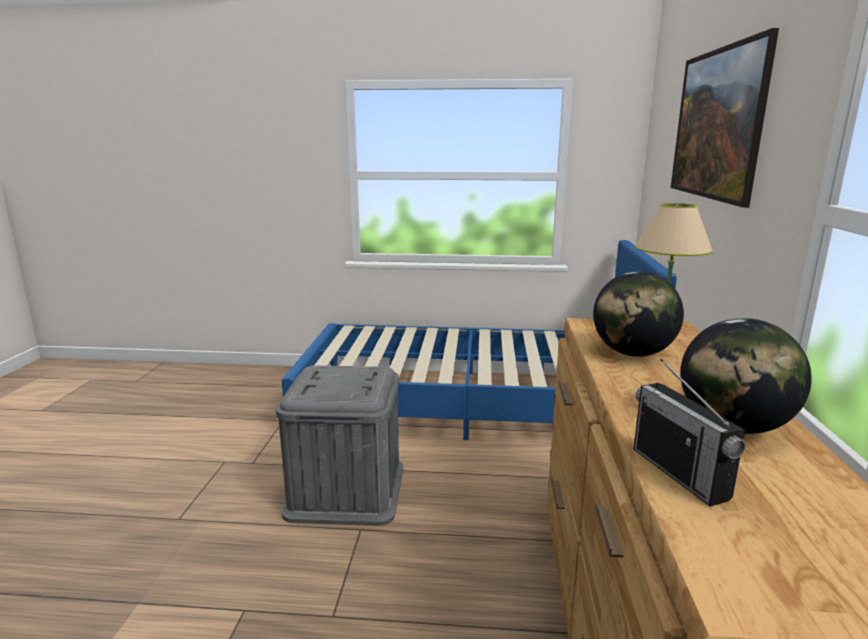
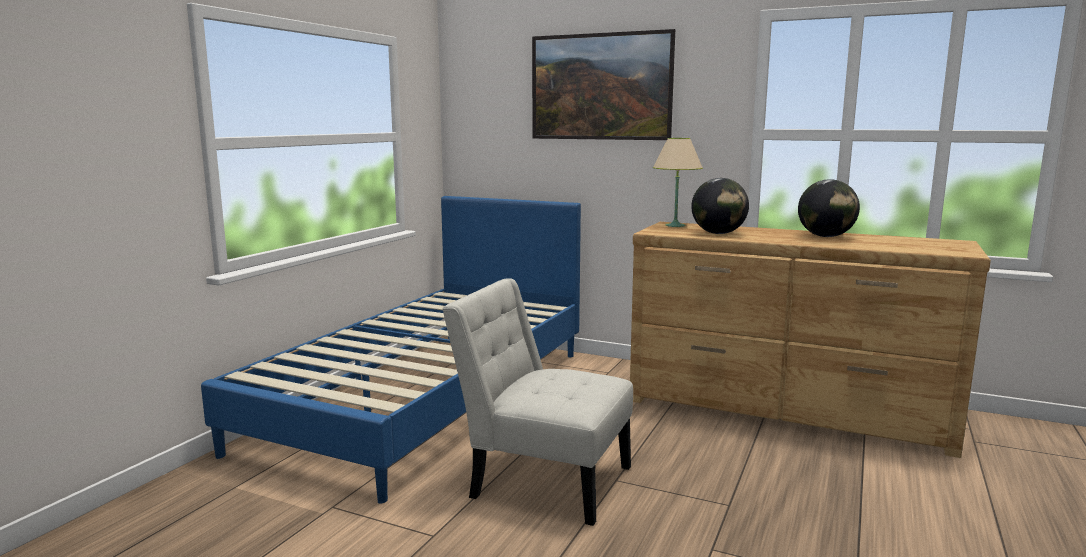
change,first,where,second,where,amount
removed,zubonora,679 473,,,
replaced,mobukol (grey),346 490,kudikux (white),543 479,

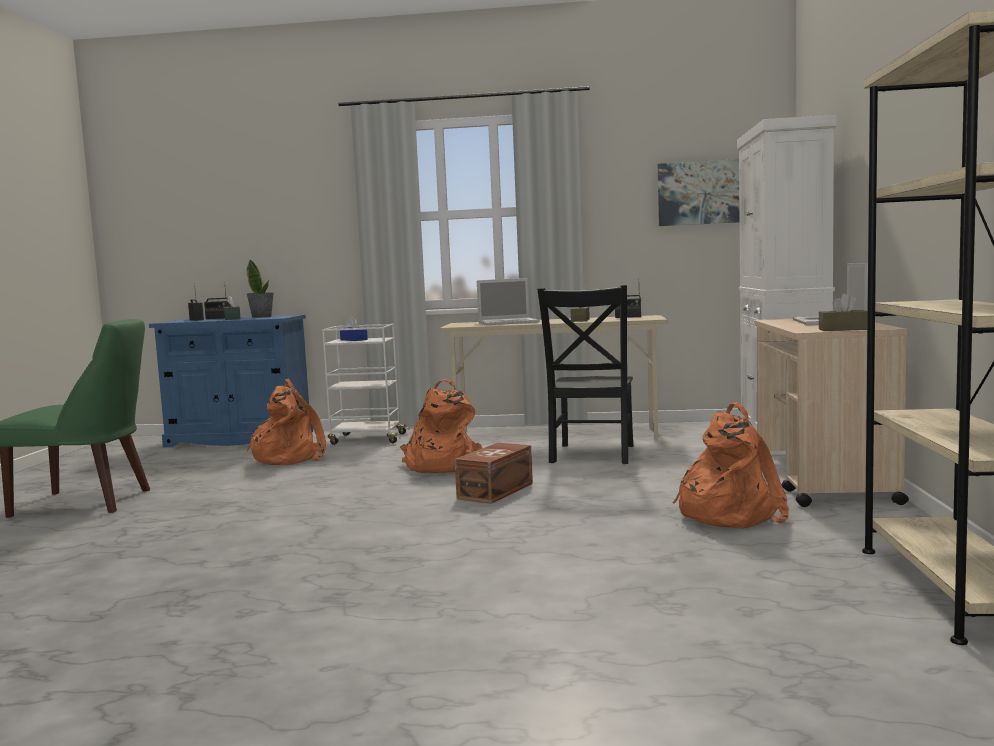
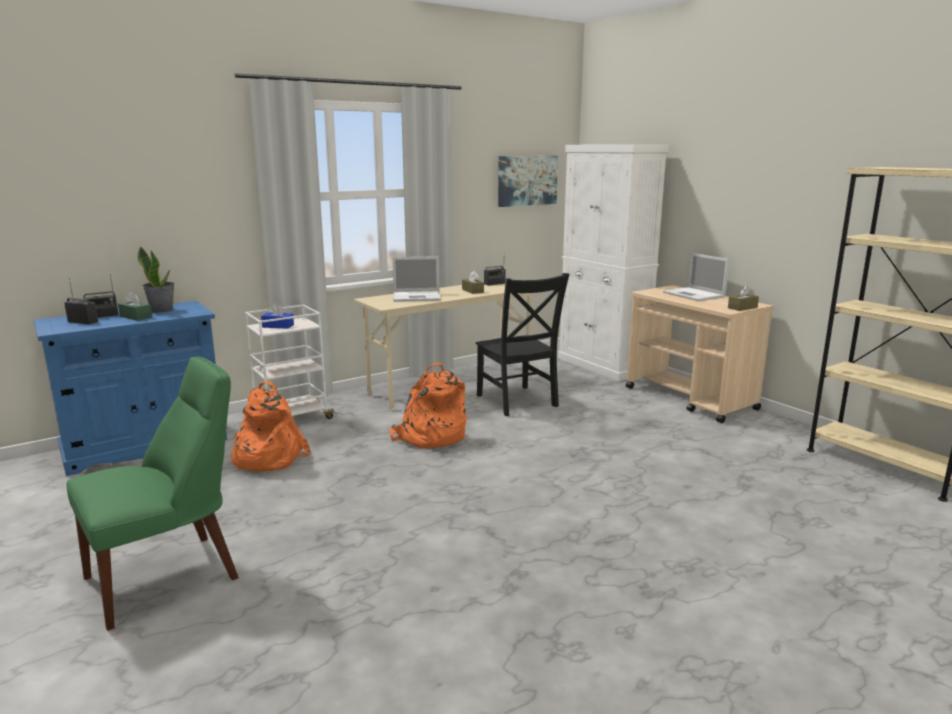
change,first,where,second,where,amount
removed,mobukol (brown),497 491,,,
removed,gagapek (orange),728 514,,,
turned,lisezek,509 322,,418 297,45 degrees clockwise

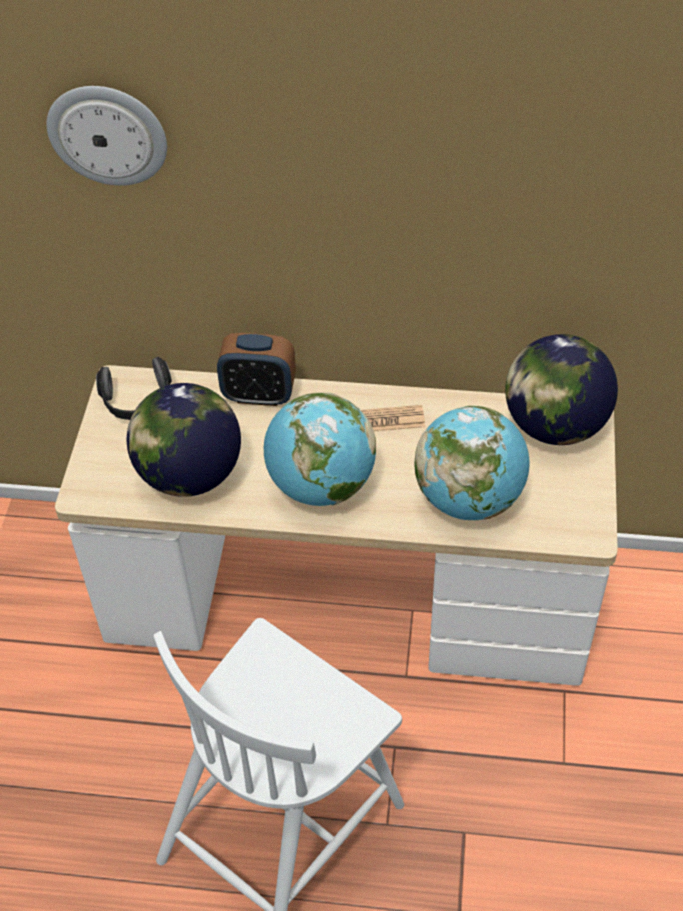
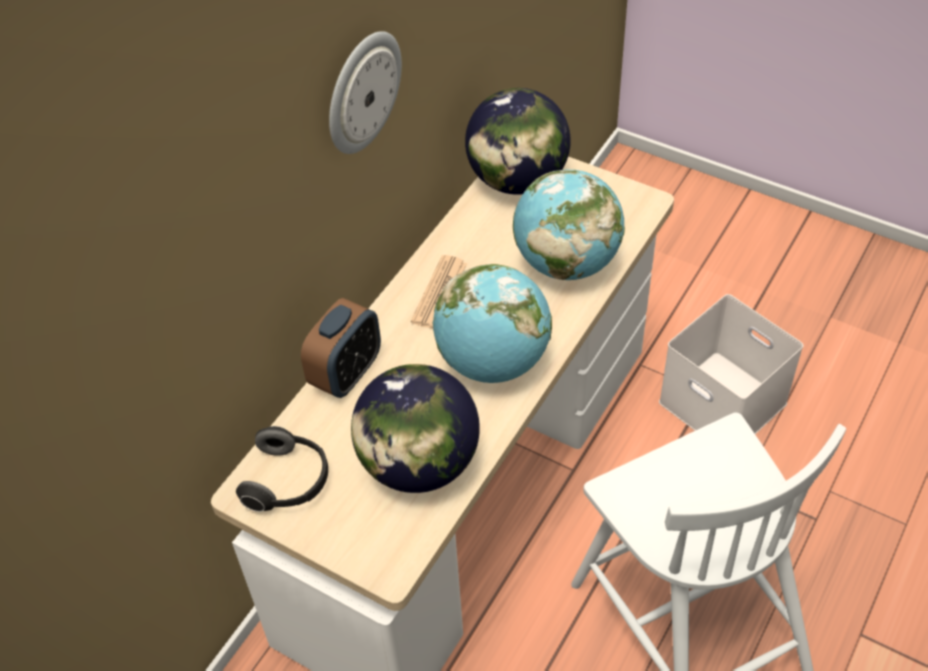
change,first,where,second,where,amount
added,,,mobukol (white),725 402,
moved,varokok,108 134,,362 92,

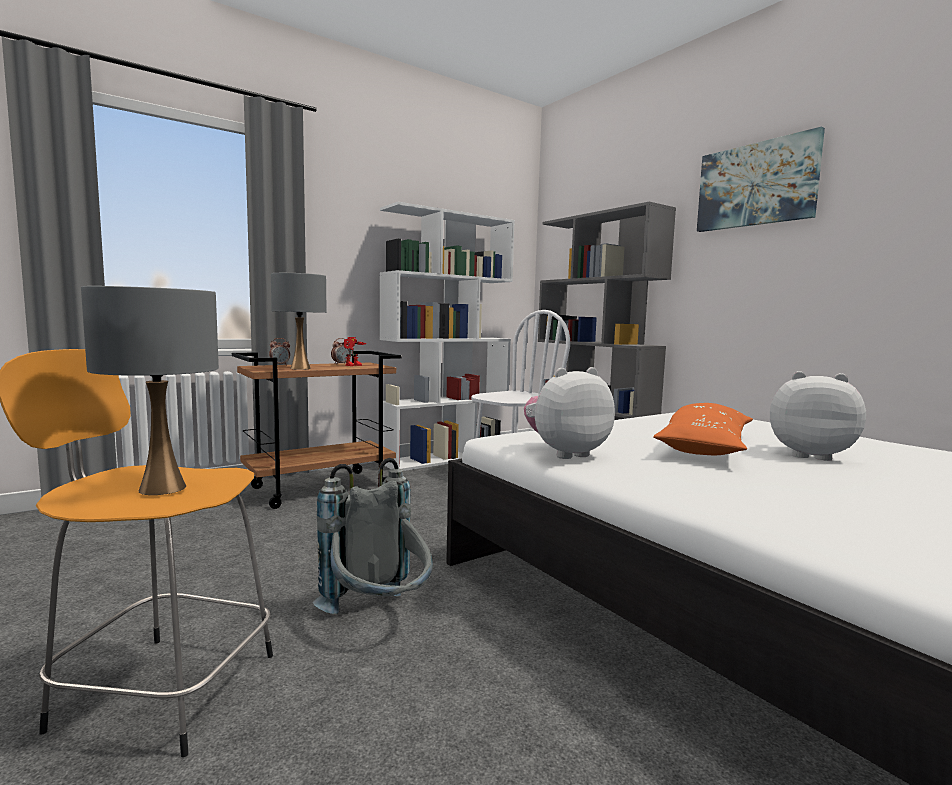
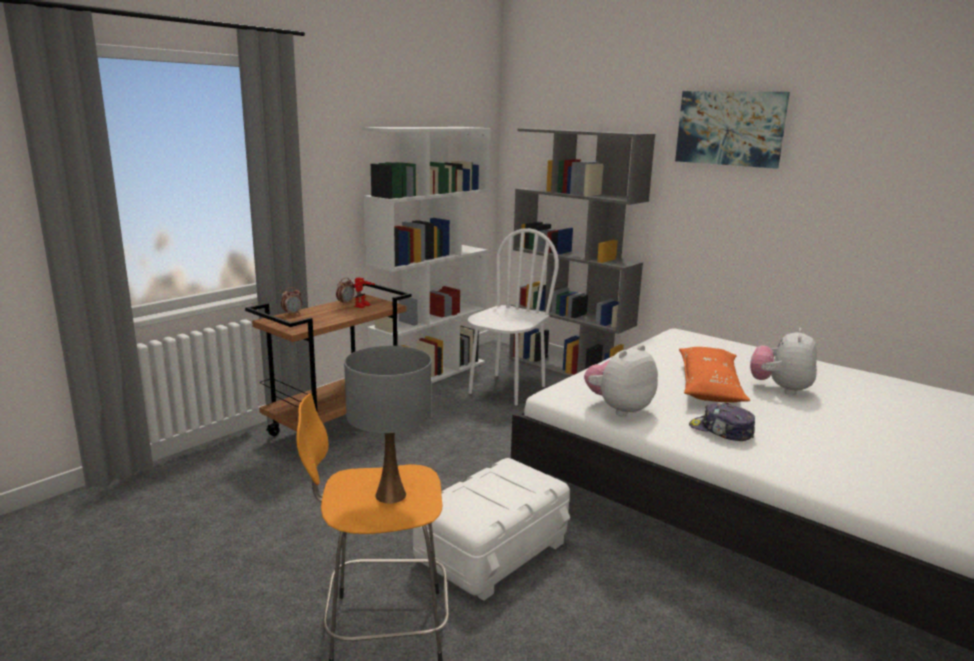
change,first,where,second,where,amount
removed,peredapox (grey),300 368,,,
added,,,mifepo,721 431,
replaced,gagapek (grey),379 617,mobukol (white),491 550,
turned,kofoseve,809 455,,780 389,75 degrees counterclockwise

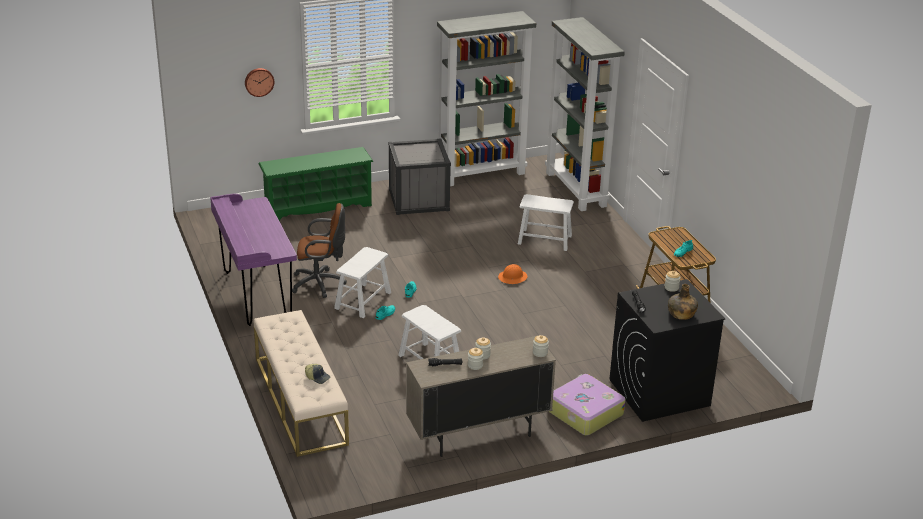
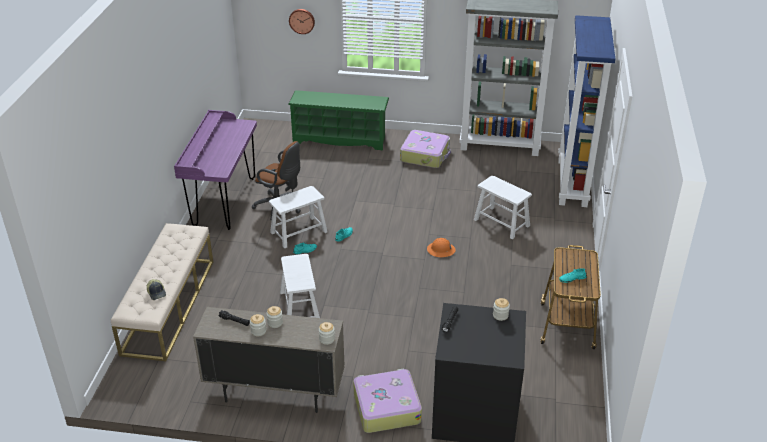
change,first,where,second,where,amount
removed,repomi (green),681 314,,,
replaced,mobukol (grey),418 199,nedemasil,425 155,
recoloured,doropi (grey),576 189,doropi (blue),573 183,

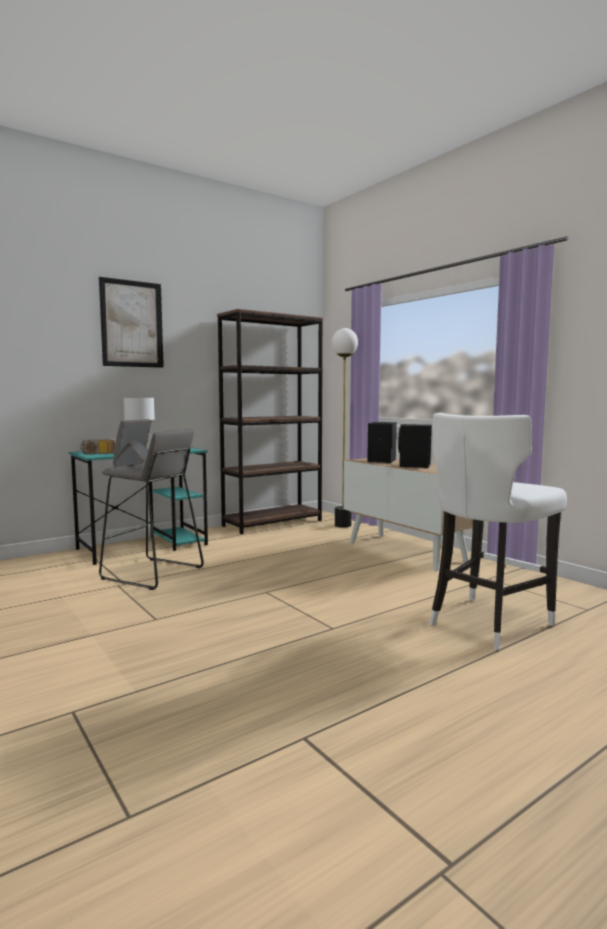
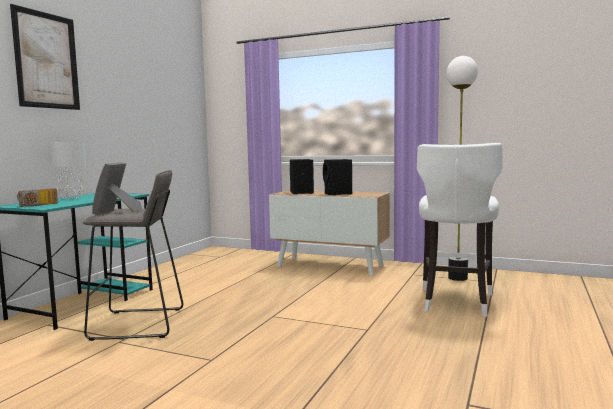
change,first,where,second,where,amount
removed,doropi (brown),273 523,,,
moved,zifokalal,342 525,,457 278,

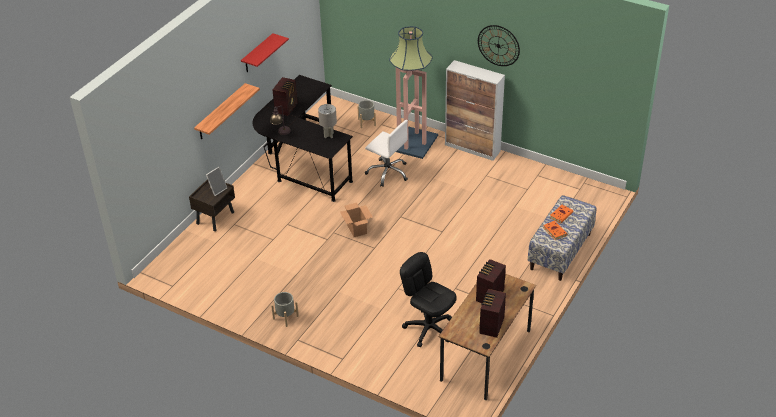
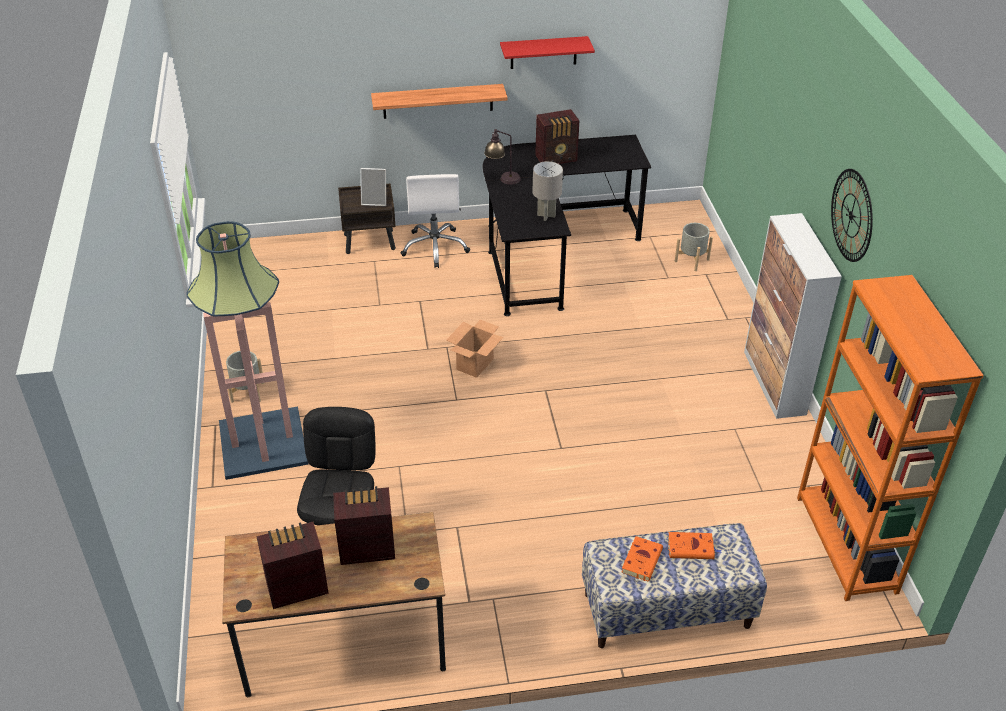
change,first,where,second,where,amount
added,,,doropi (orange),846 544,
moved,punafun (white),388 172,,435 247,
moved,zifokalal,411 142,,262 443,

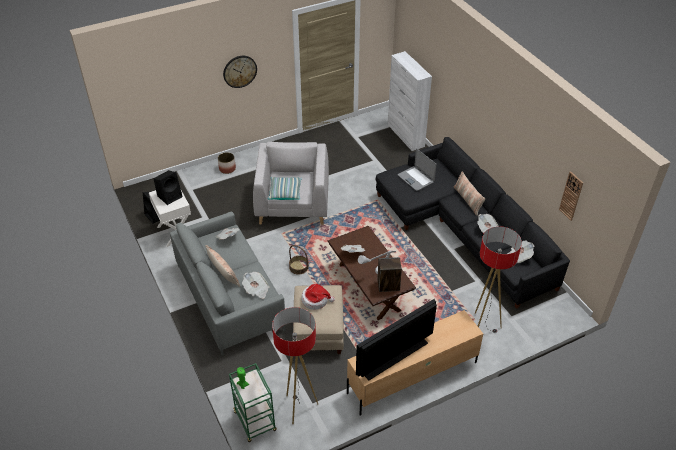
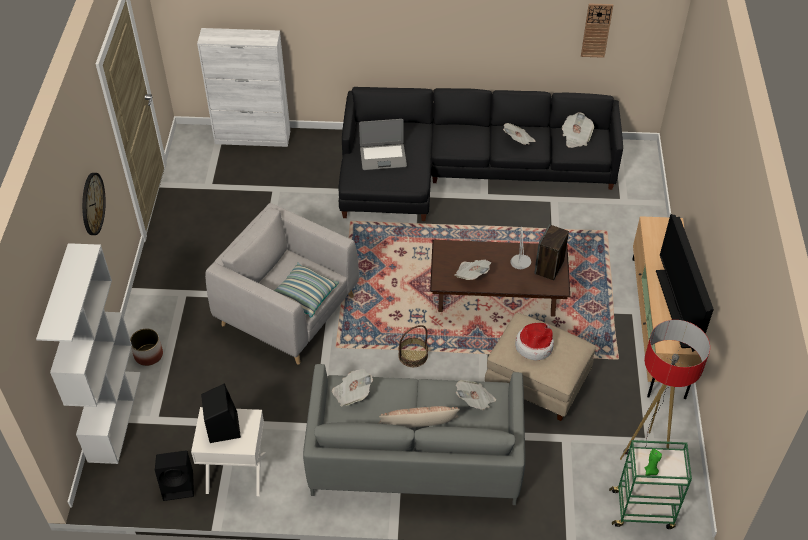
change,first,where,second,where,amount
removed,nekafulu,468 200,,,
removed,zifokalal,483 326,,,
added,,,doropi (white),114 416,

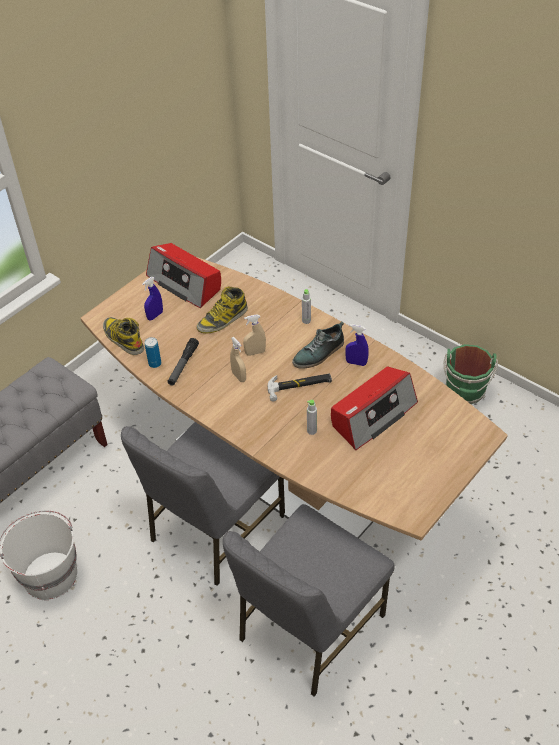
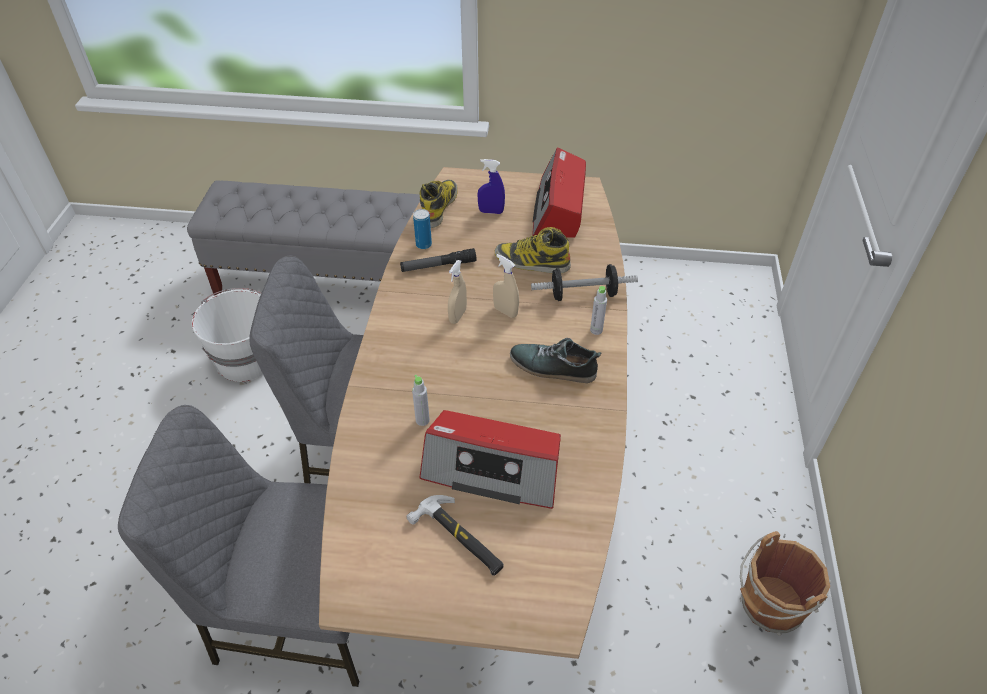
change,first,where,second,where,amount
removed,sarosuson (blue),356 363,,,
added,,,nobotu,583 294,
moved,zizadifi,299 386,,459 539,
recoloured,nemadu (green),465 392,nemadu (brown),769 606,

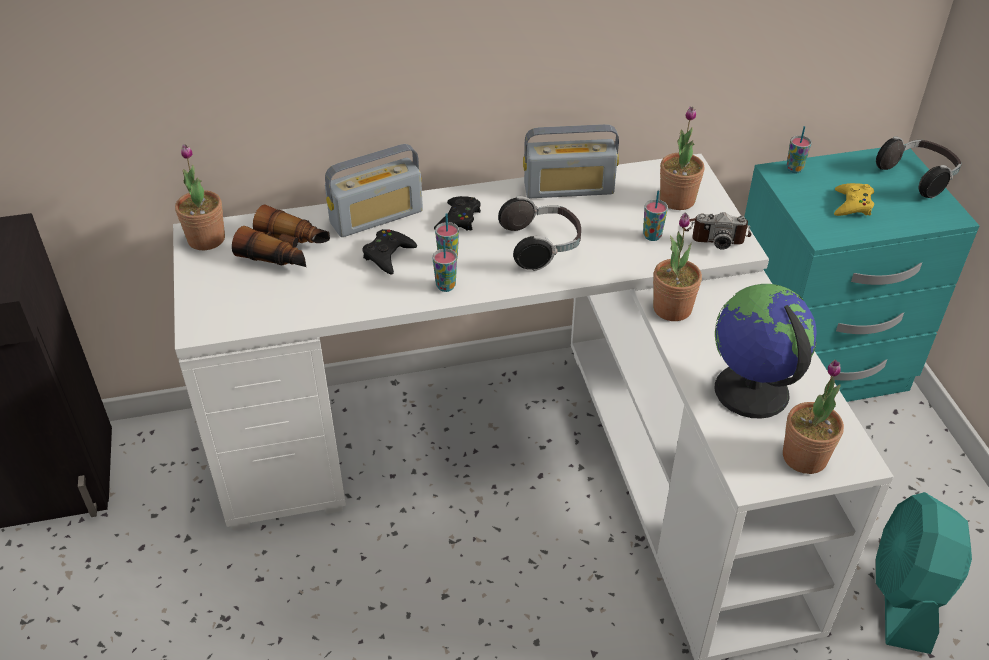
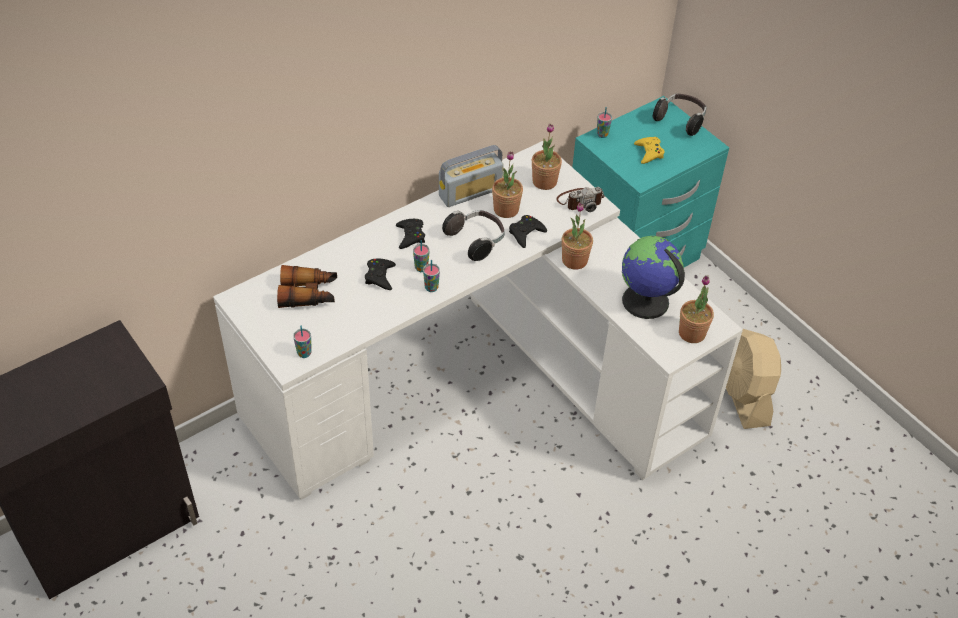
change,first,where,second,where,amount
removed,zubonora,377 217,,,
added,,,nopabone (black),526 233,
moved,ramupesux,206 239,,506 209,
moved,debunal,652 236,,304 353,
recoloured,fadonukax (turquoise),905 595,fadonukax (beige),744 395,

